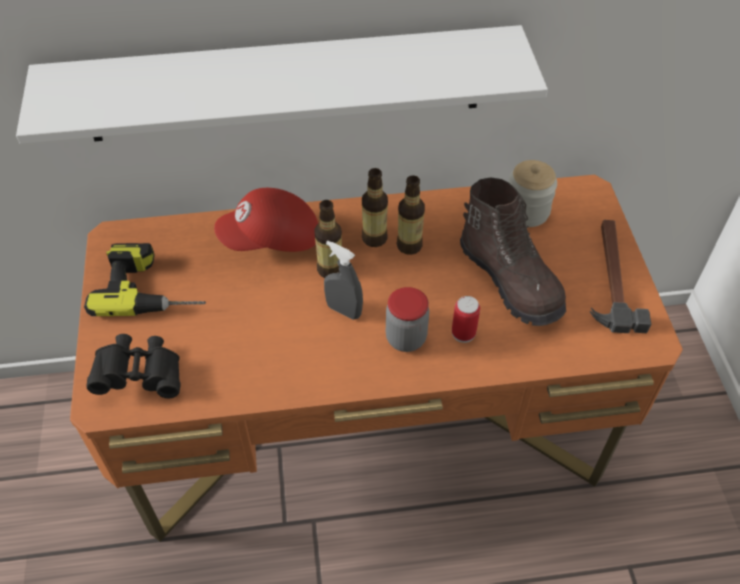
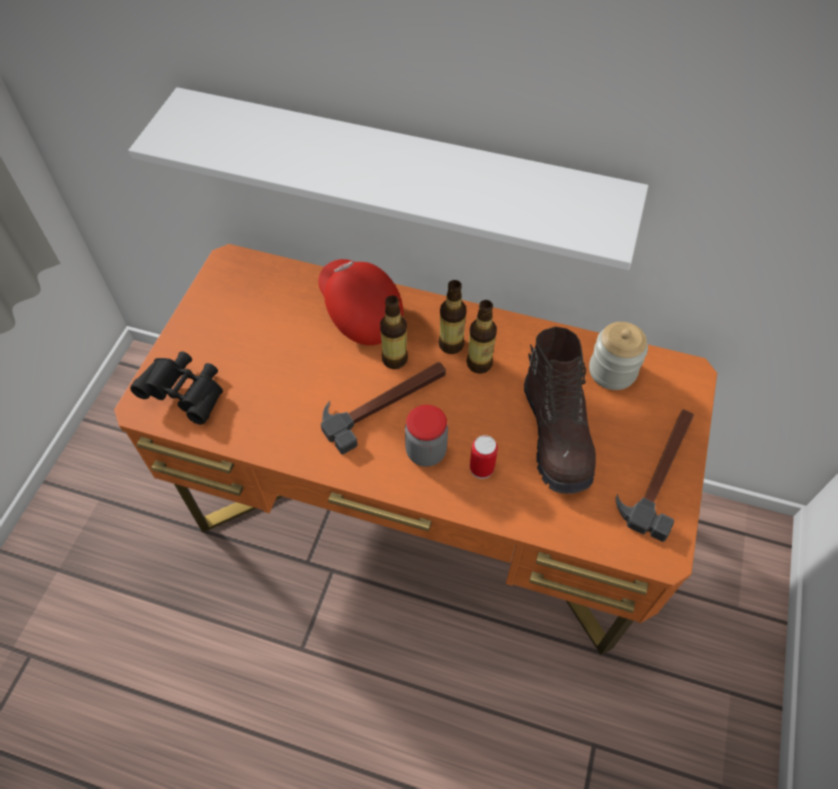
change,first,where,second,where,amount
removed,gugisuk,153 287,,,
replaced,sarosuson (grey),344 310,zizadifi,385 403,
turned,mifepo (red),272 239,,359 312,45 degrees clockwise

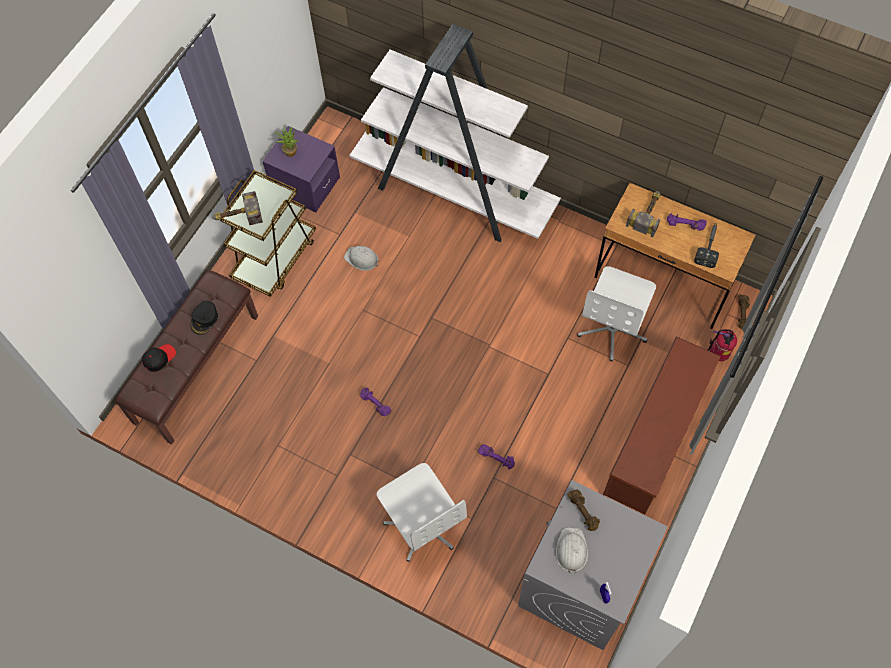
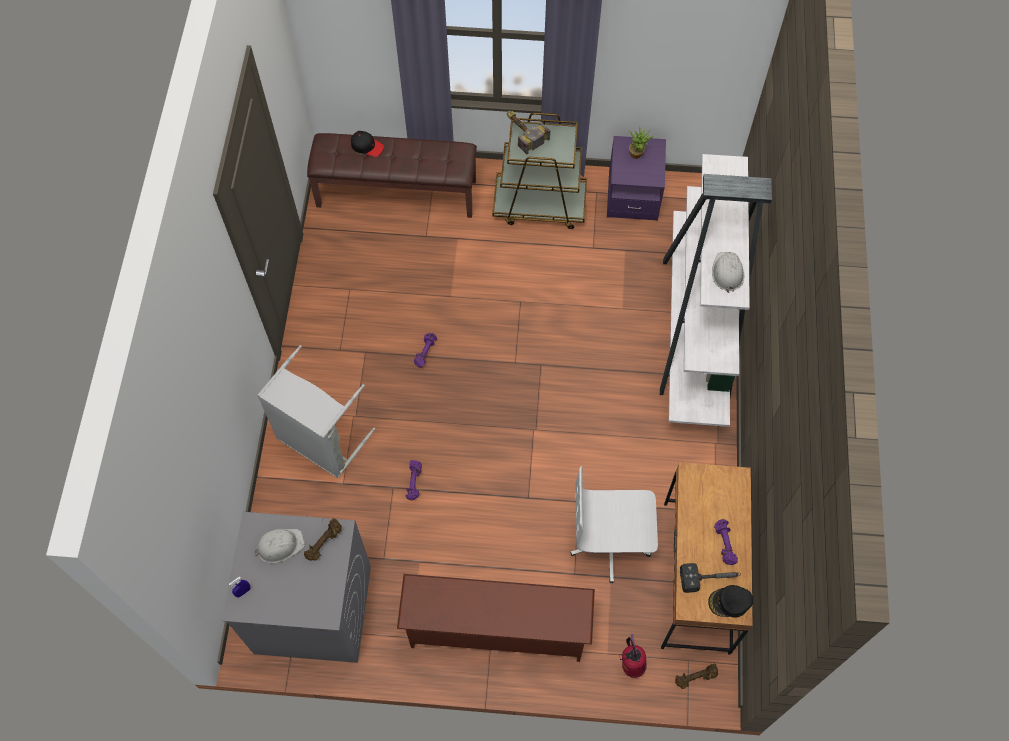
change,first,where,second,where,amount
removed,zizadifi,648 213,,,
moved,mifepo (black),204 319,,729 602,
moved,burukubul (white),362 259,,727 272,
replaced,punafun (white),422 525,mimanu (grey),319 442,

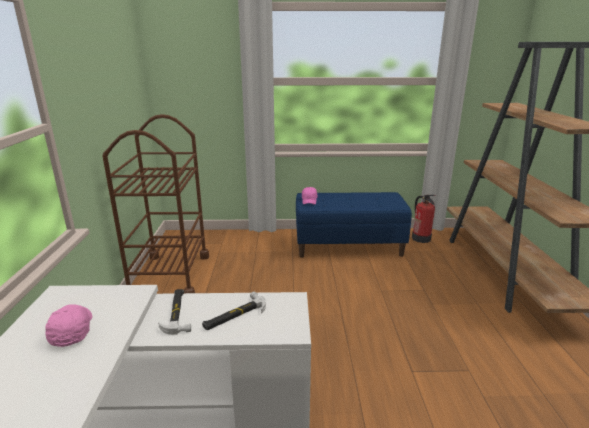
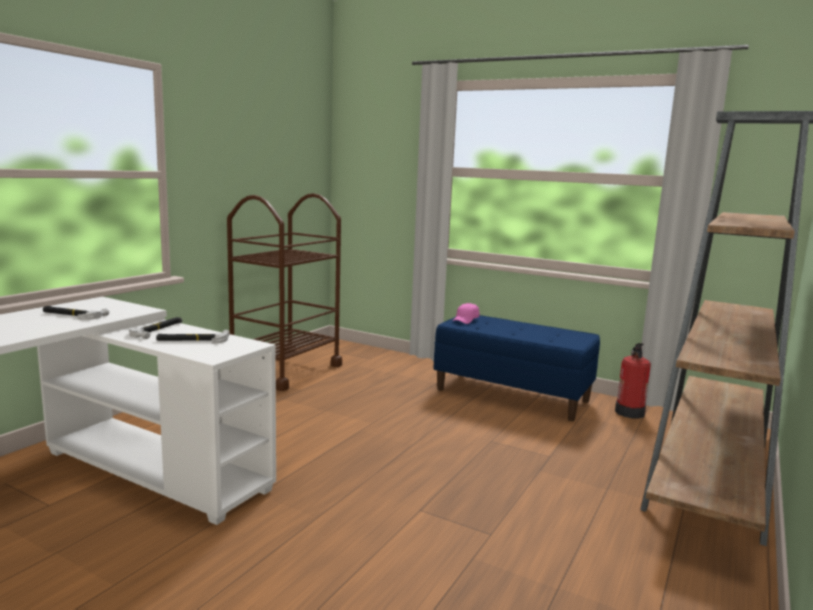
change,first,where,second,where,amount
replaced,mifepo (pink),72 331,zizadifi,72 315,

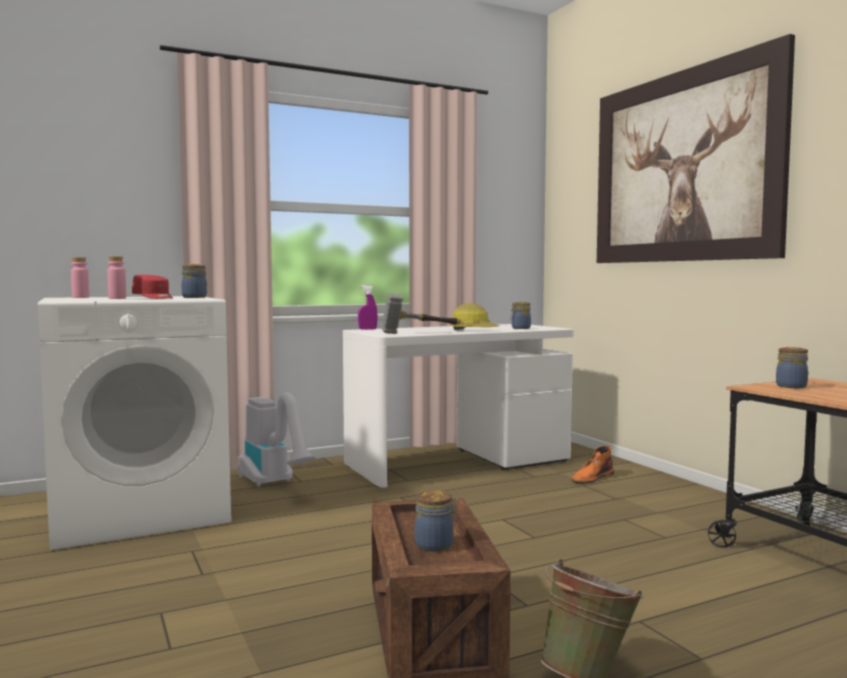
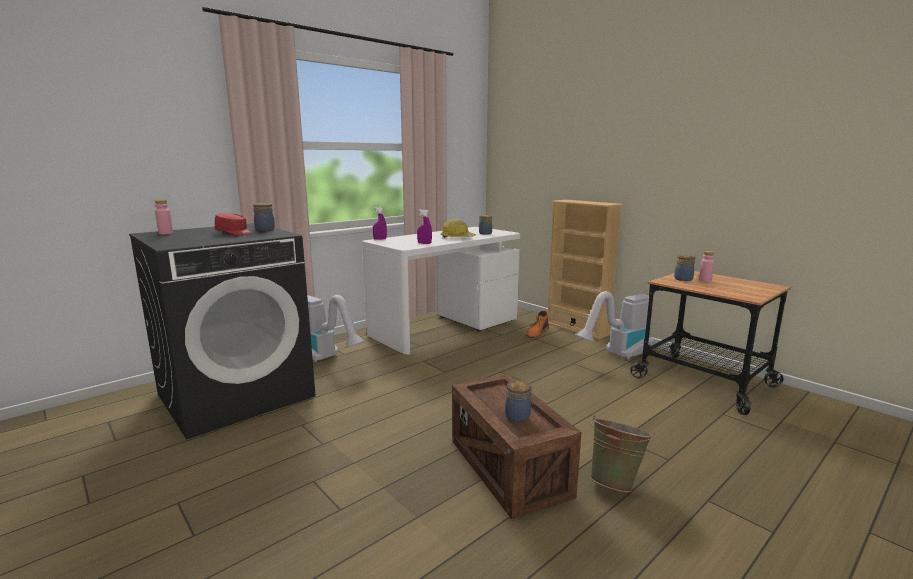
change,first,where,second,where,amount
removed,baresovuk,682 167,,,
added,,,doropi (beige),577 328,
added,,,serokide,618 355,
moved,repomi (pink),117 298,,705 280,
replaced,zizadifi,419 333,sarosuson (purple),424 243,
recoloured,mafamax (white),140 511,mafamax (black),237 395,

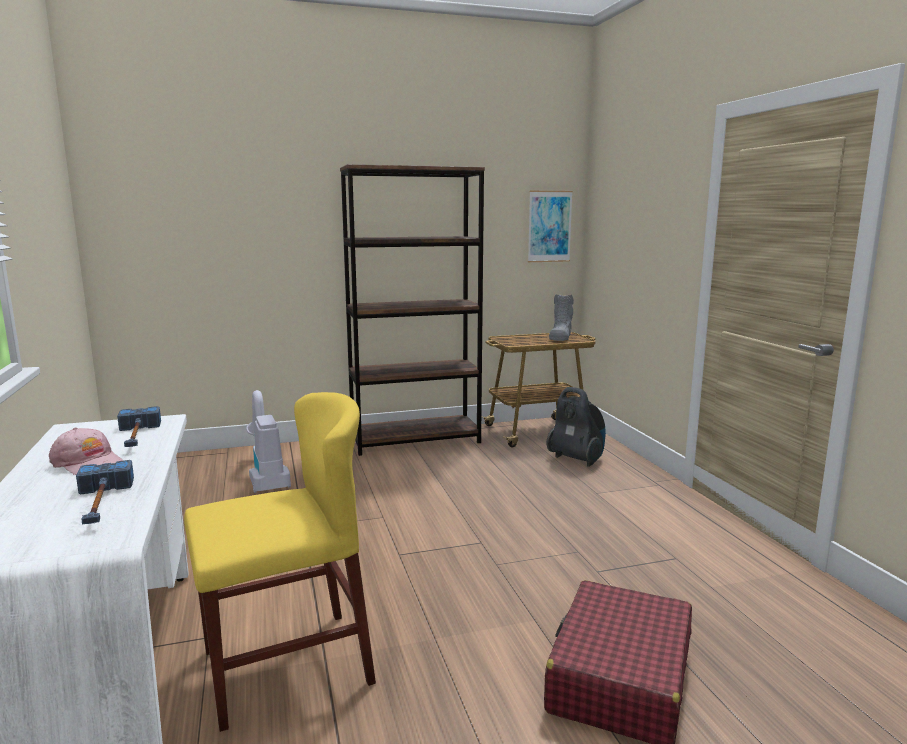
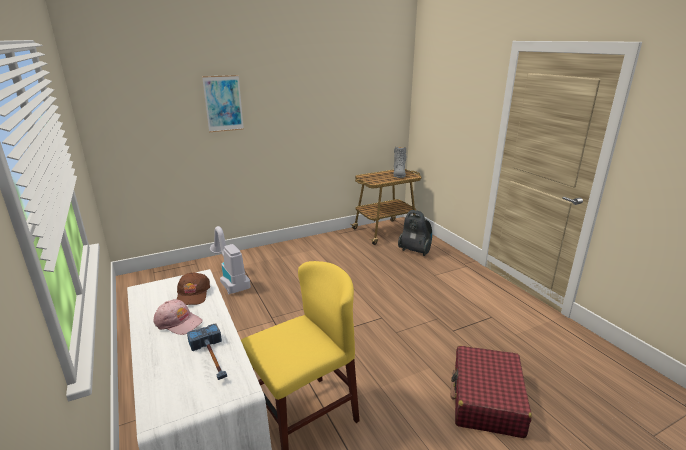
change,first,where,second,where,amount
removed,doropi (brown),415 440,,,
moved,baresovuk,549 226,,223 103,
replaced,zizadifi,137 437,mifepo (brown),193 294,

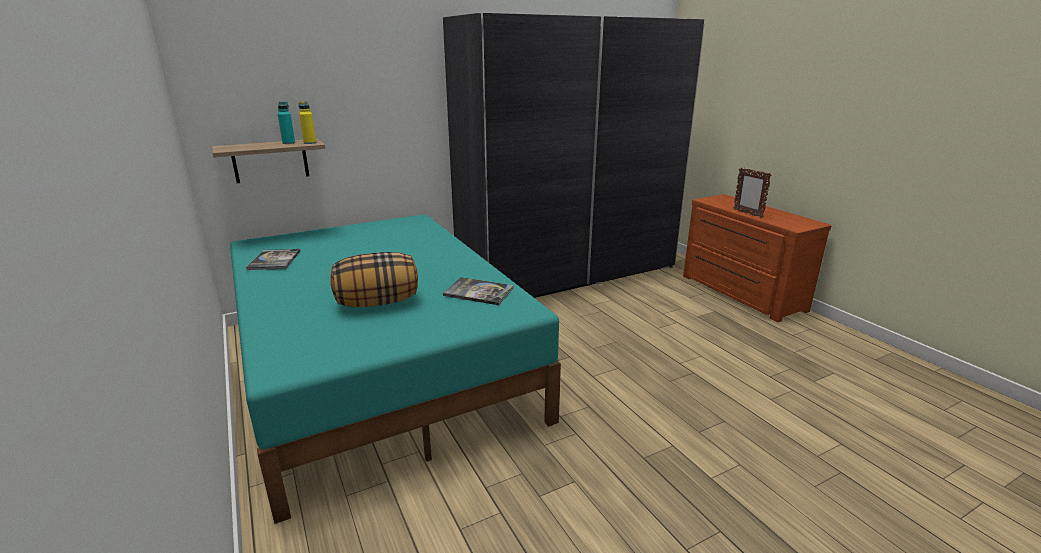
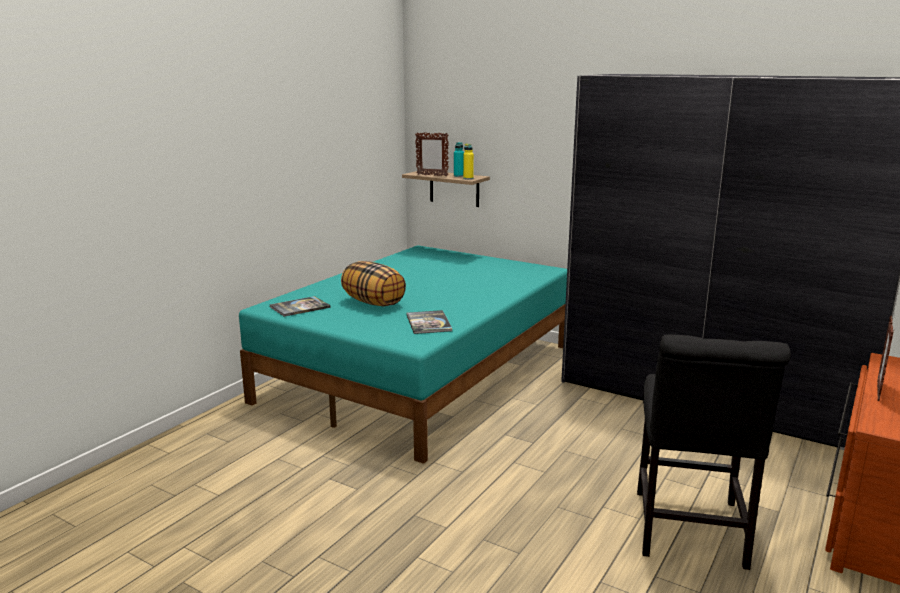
change,first,where,second,where,amount
added,,,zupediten,432 175,
added,,,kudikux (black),689 533,
moved,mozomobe,274 260,,299 307,

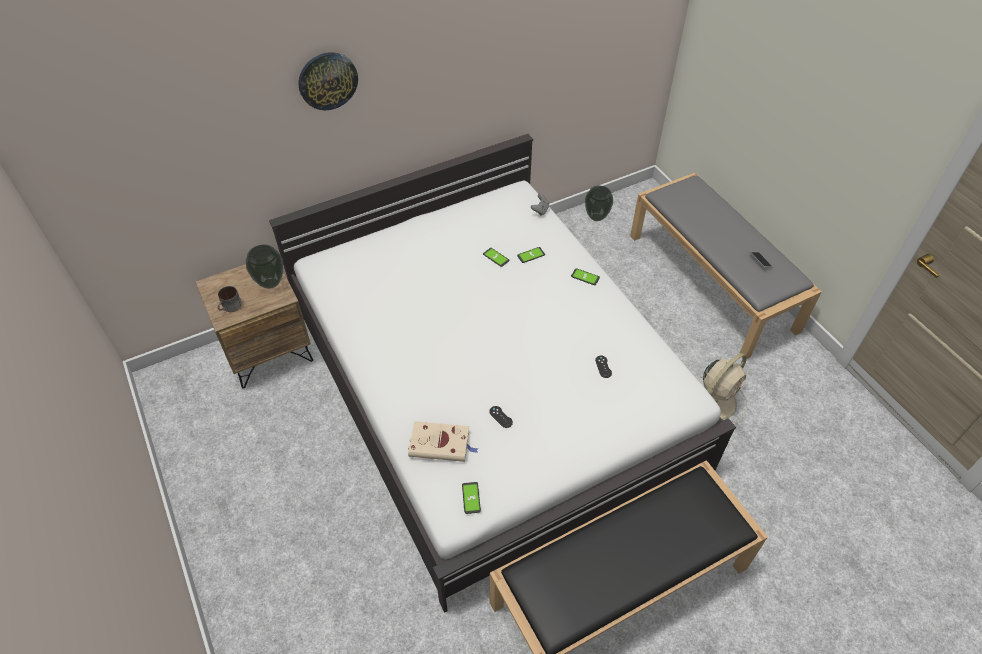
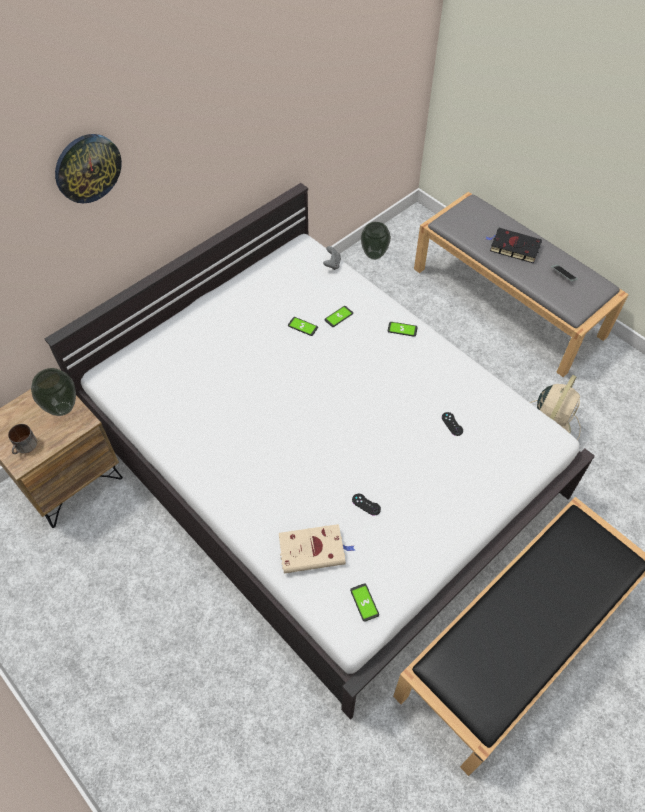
change,first,where,second,where,amount
added,,,mozomobe (black),513 247,

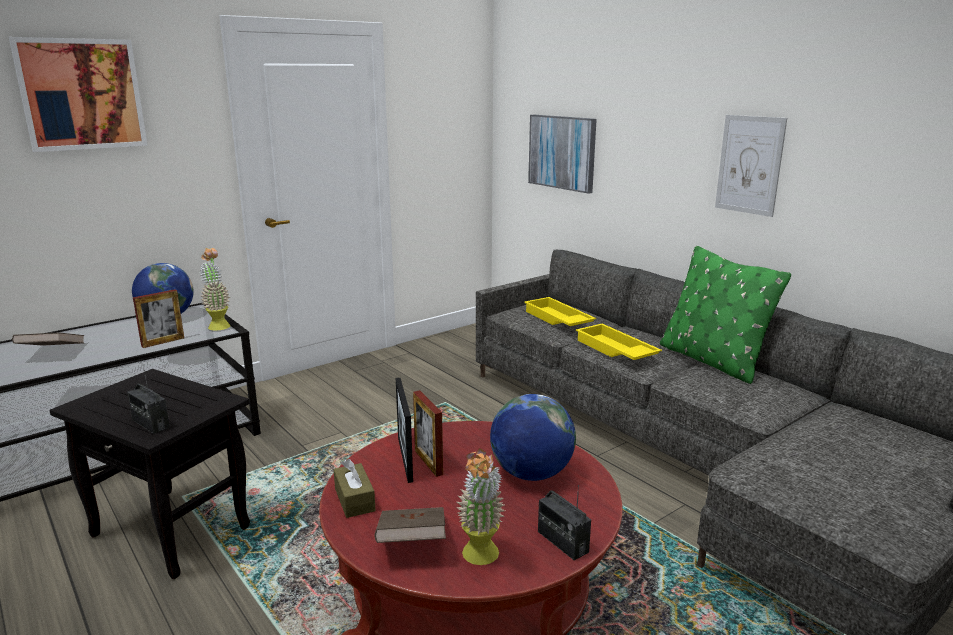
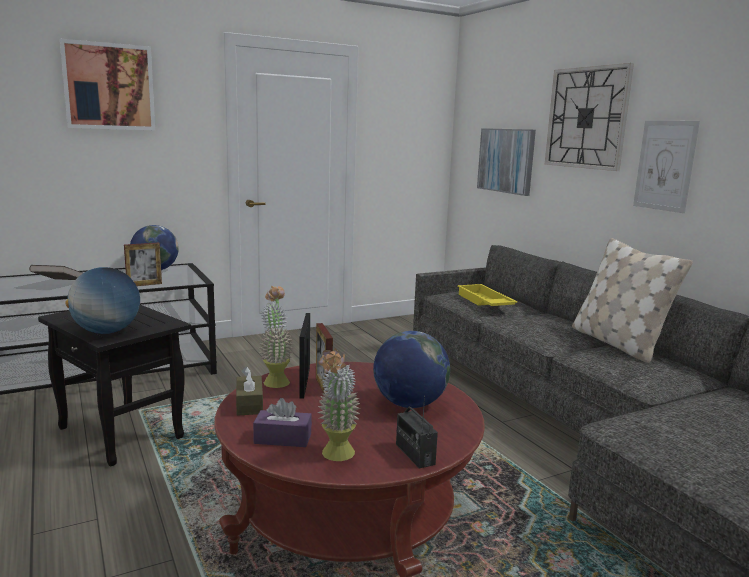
change,first,where,second,where,amount
removed,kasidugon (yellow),614 350,,,
added,,,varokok,586 118,
moved,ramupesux,218 325,,276 380,
replaced,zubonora,150 424,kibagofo,107 332,
replaced,mozomobe (brown),411 543,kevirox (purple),283 438,
recoloured,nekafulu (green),712 361,nekafulu (beige),618 343,

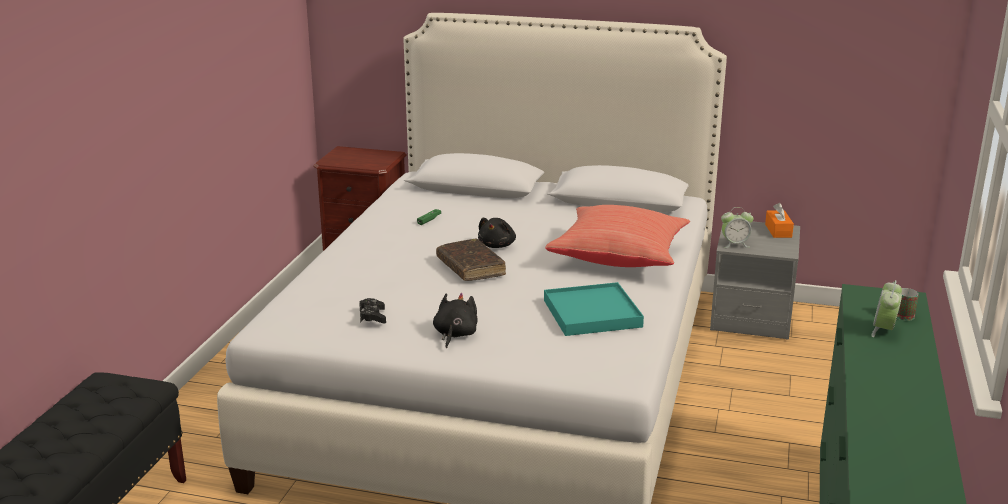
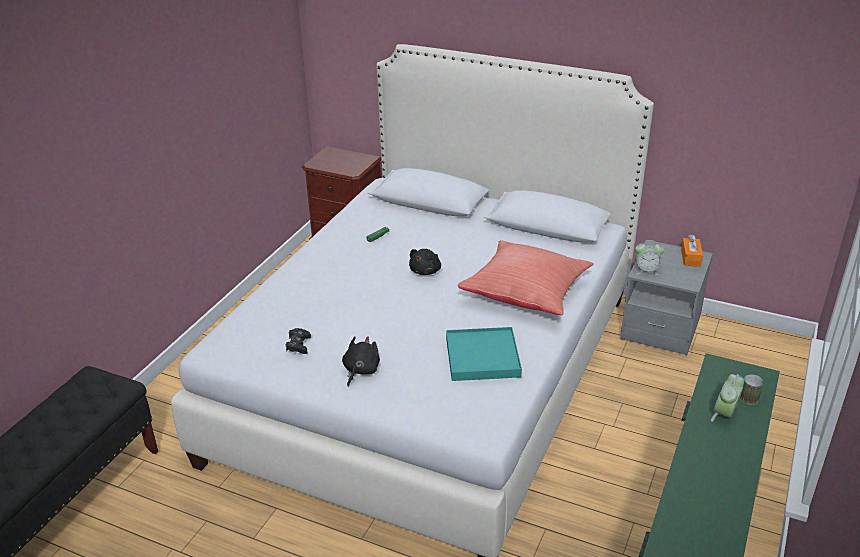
change,first,where,second,where,amount
removed,mozomobe (brown),470 268,,,

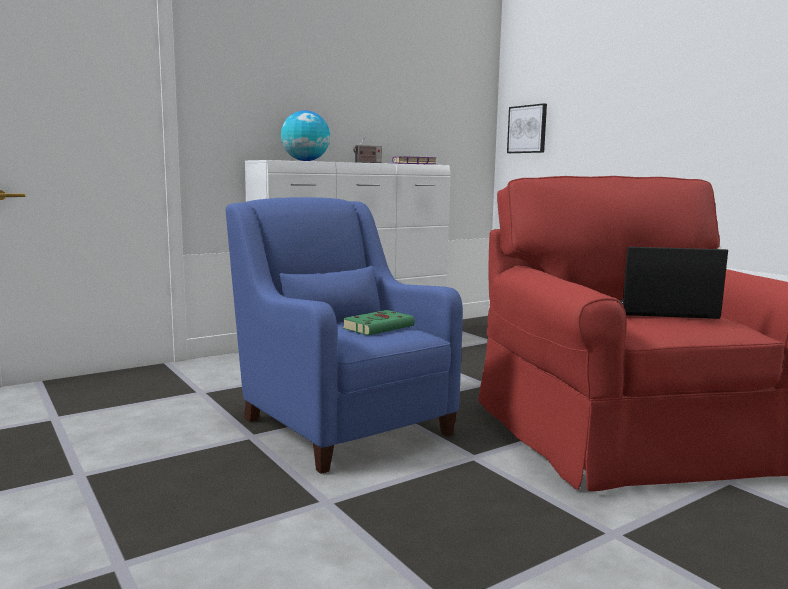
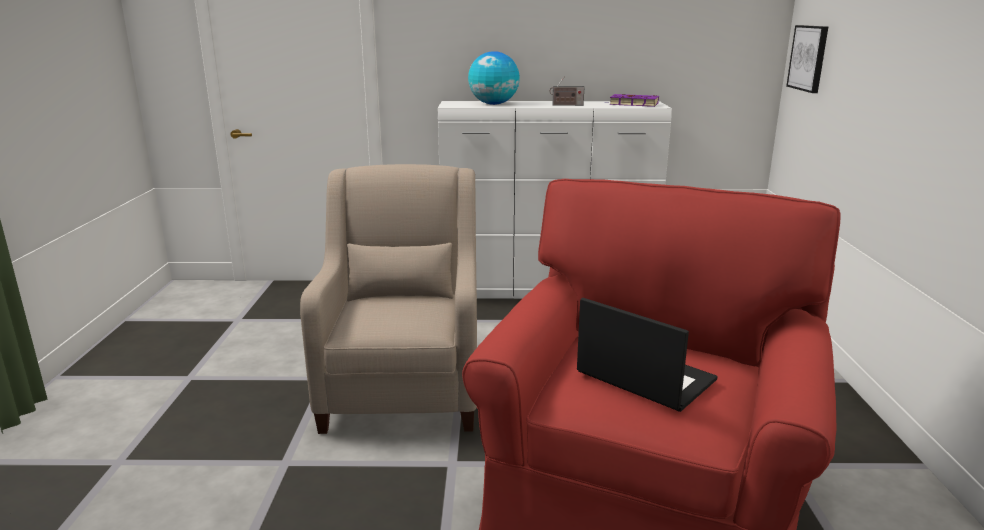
change,first,where,second,where,amount
removed,mozomobe (green),379 327,,,
recoloured,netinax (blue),342 423,netinax (beige),404 386,

